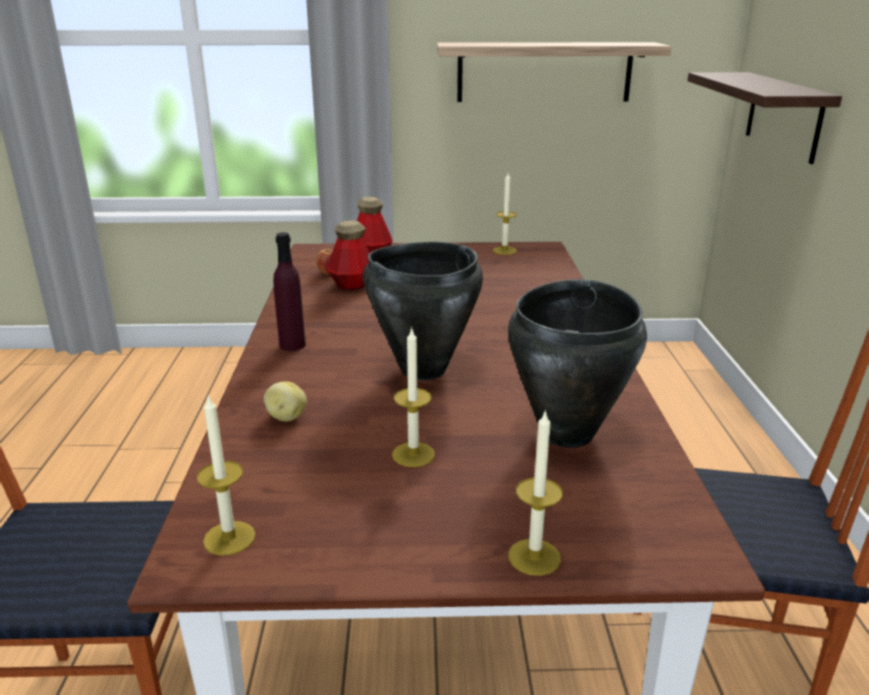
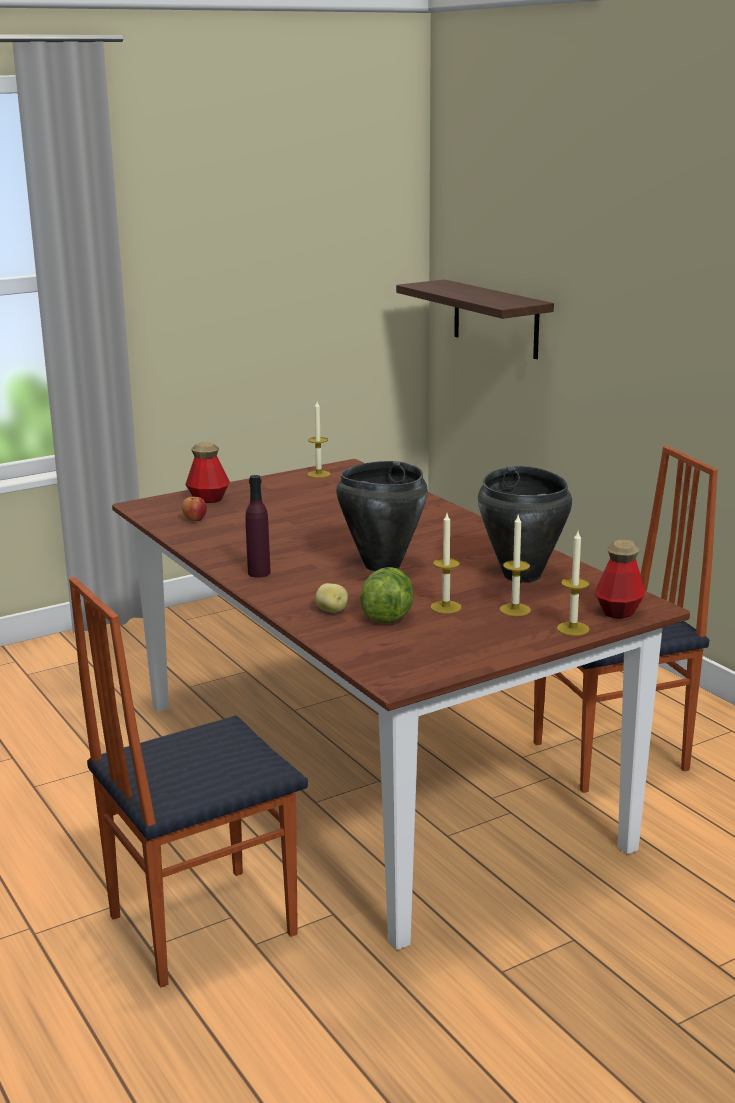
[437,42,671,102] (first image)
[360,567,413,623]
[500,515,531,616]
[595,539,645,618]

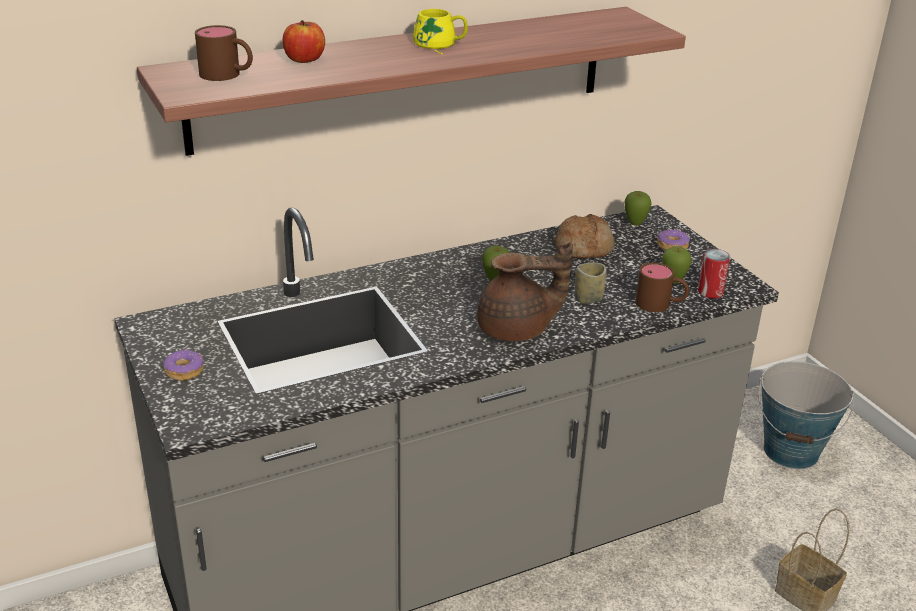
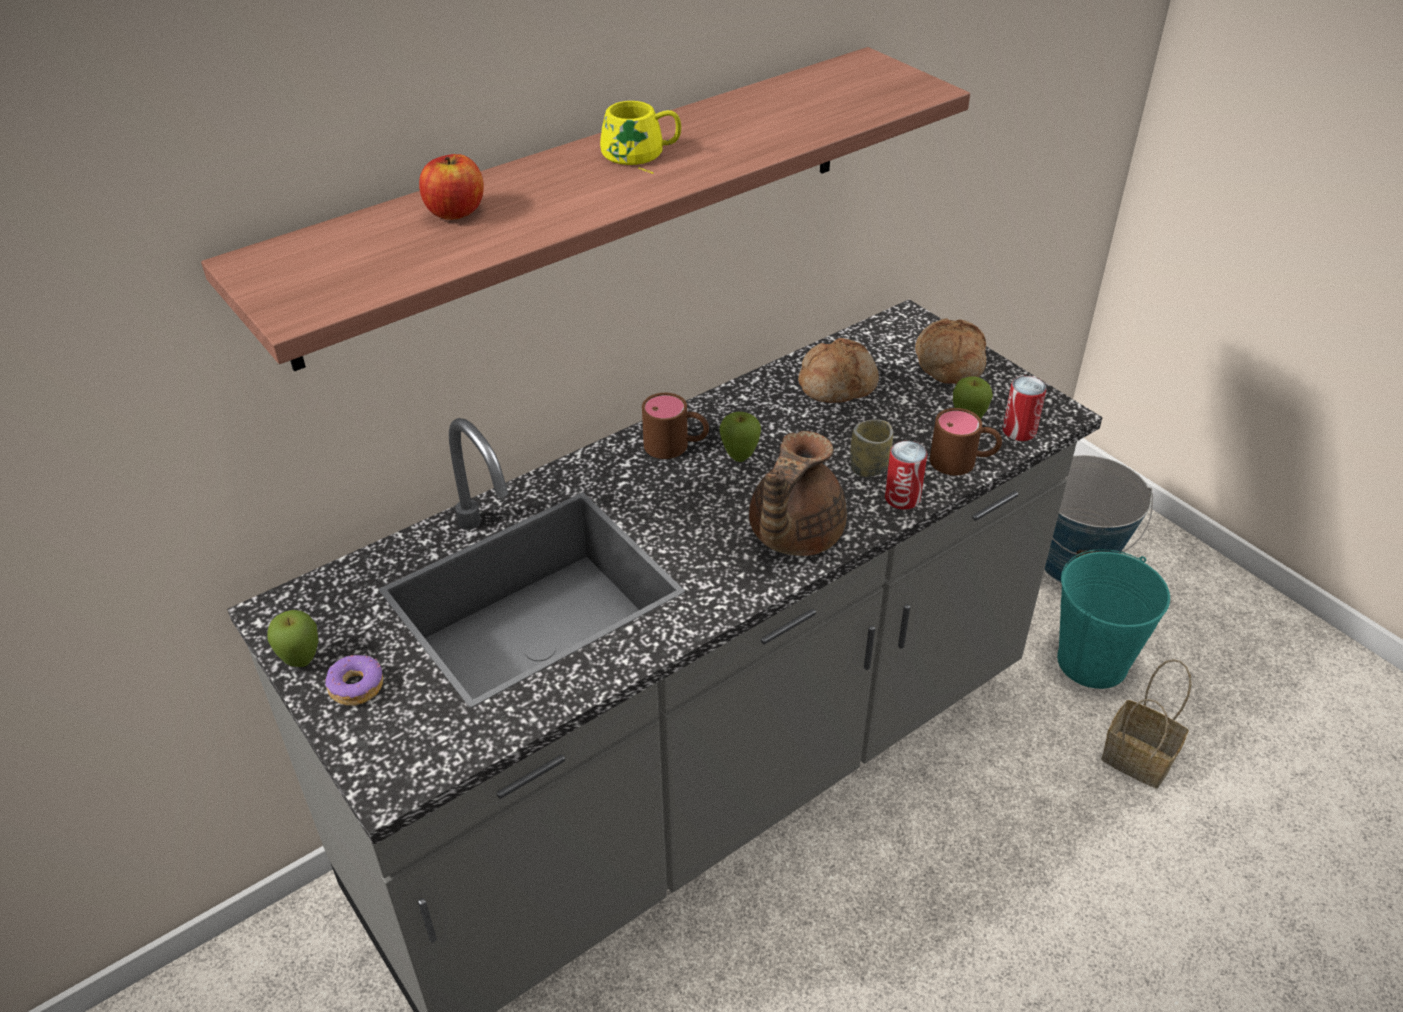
[885,441,927,510]
[1057,549,1170,689]
[642,393,709,459]
[267,610,318,667]
[915,318,986,384]
[749,431,847,556]

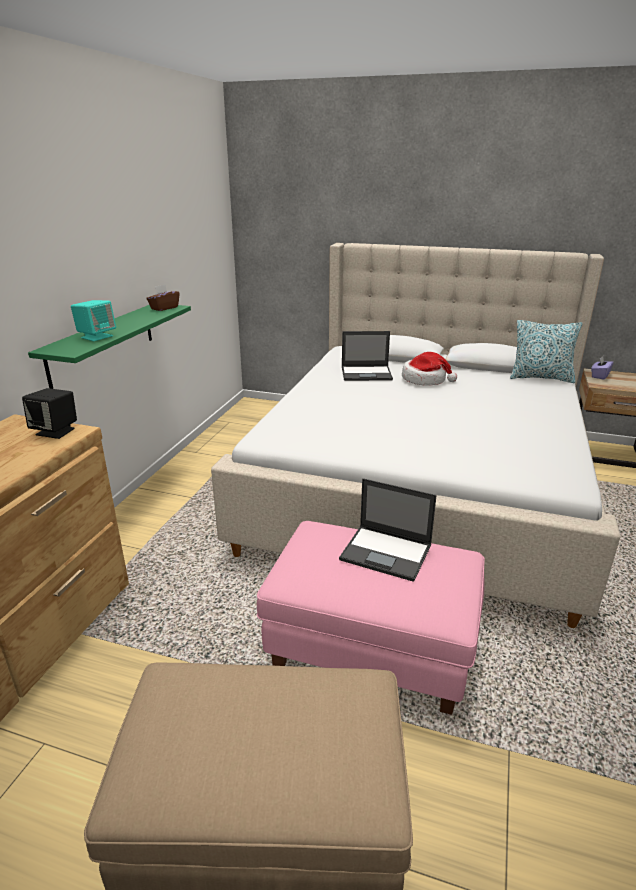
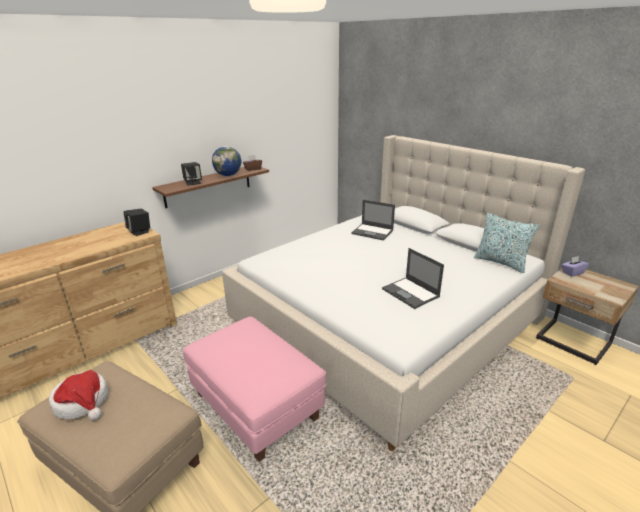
[212,146,241,176]
[382,248,444,309]
[49,370,108,421]
[152,167,269,208]
[181,162,202,186]

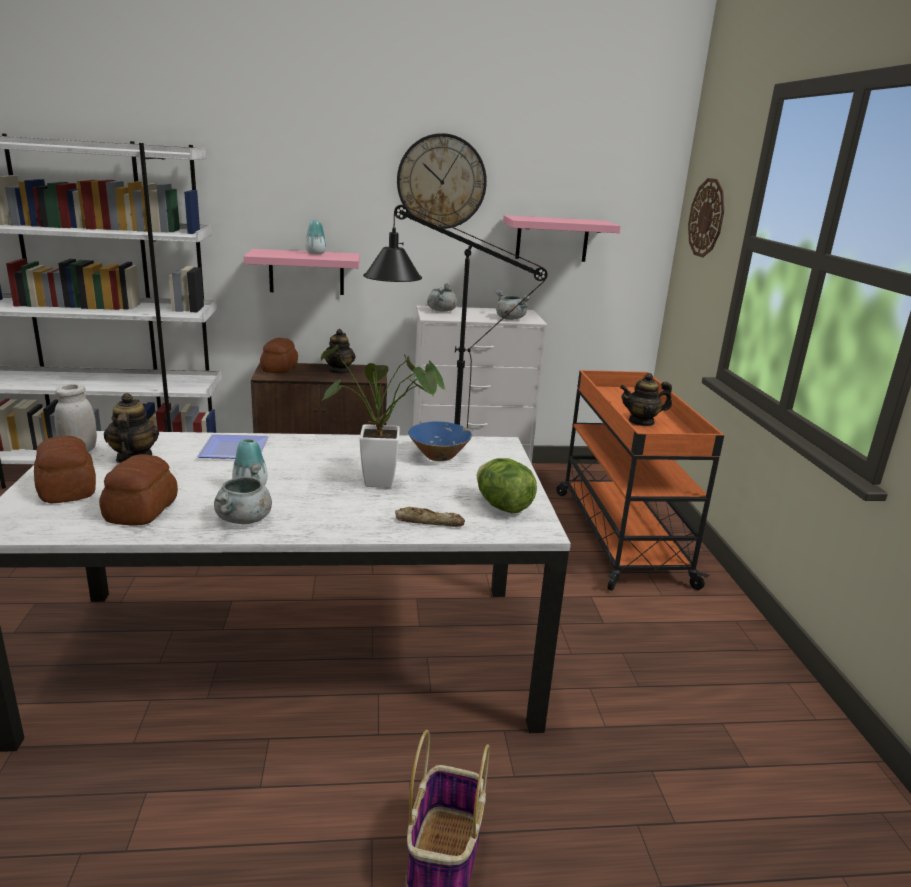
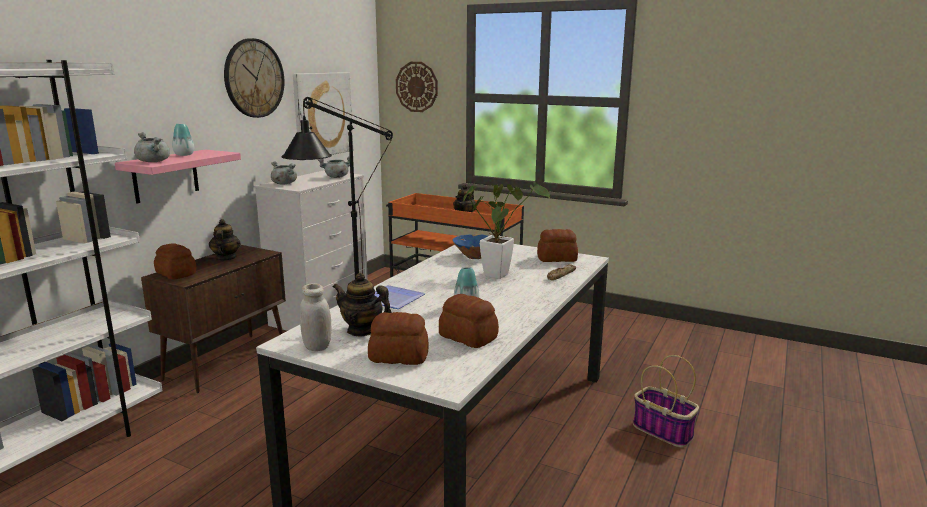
[134,132,170,162]
[537,229,578,262]
[293,72,353,161]
[209,219,241,261]

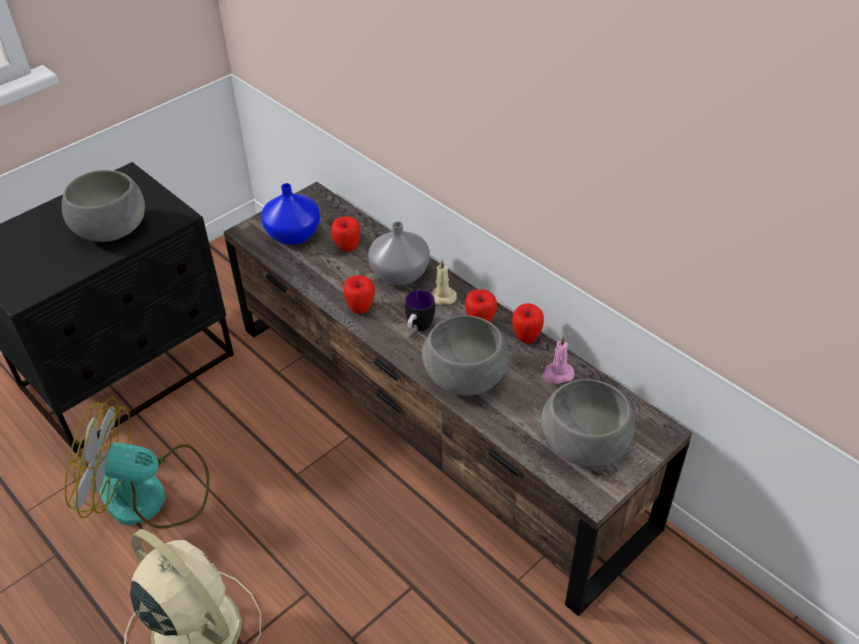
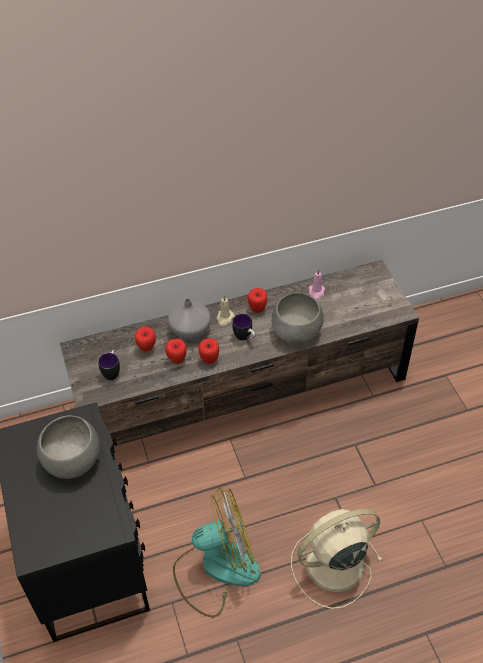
[541,379,635,467] (first image)
[165,339,187,364]
[98,350,120,380]
[173,487,261,618]

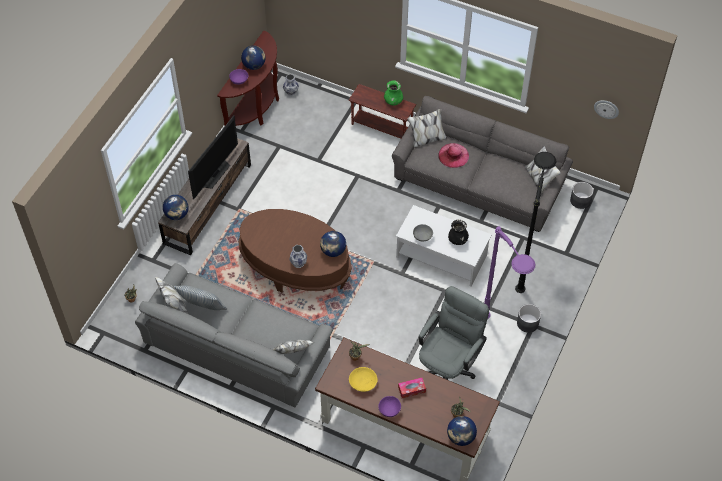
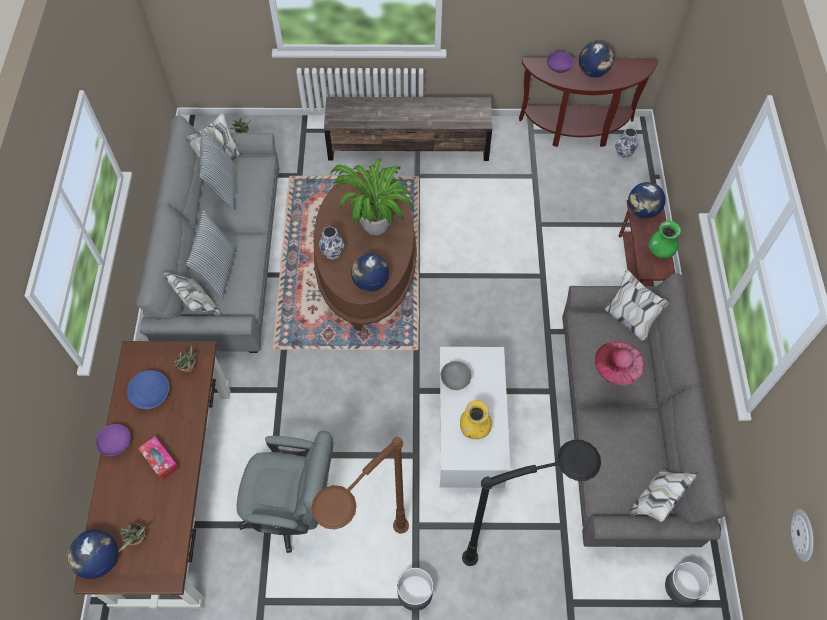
[188,115,238,199] (first image)
[186,210,237,299]
[330,159,414,235]
[628,182,666,218]
[127,370,170,409]
[460,400,492,439]
[311,437,409,534]

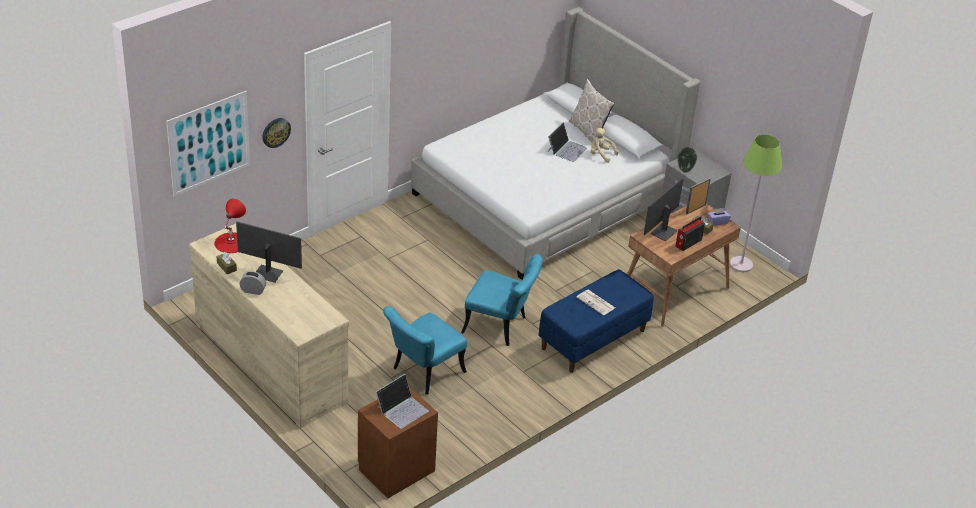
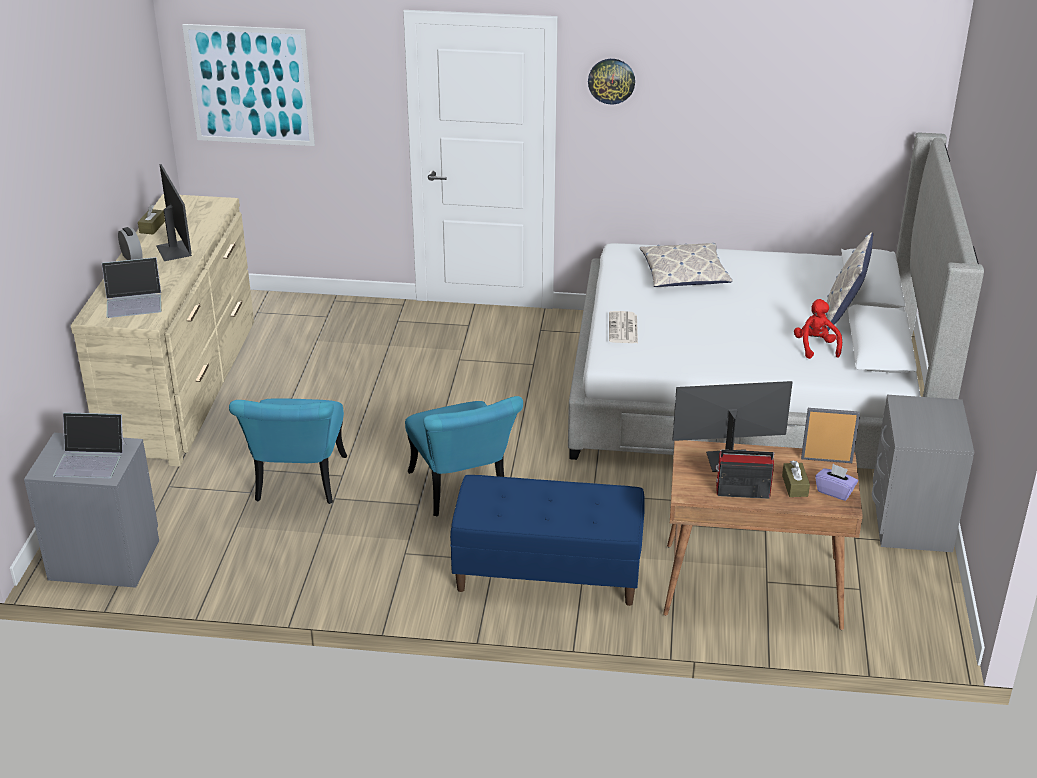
[214,199,246,253] (first image)
[678,147,697,173] (first image)
[730,135,782,272] (first image)
[640,243,733,287]
[588,59,635,104]
[102,257,161,318]
[609,311,638,343]
[24,433,159,588]
[794,299,842,359]
[229,398,347,504]

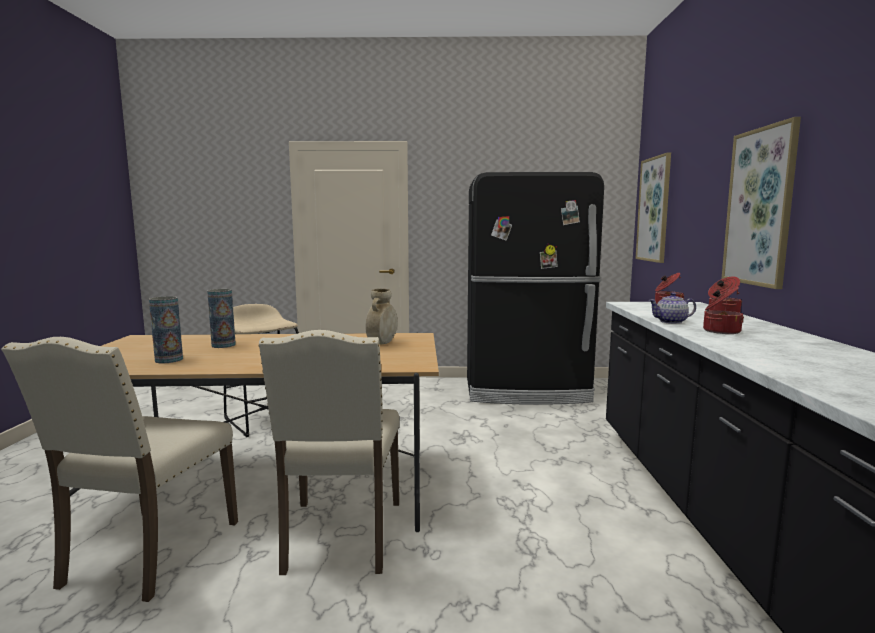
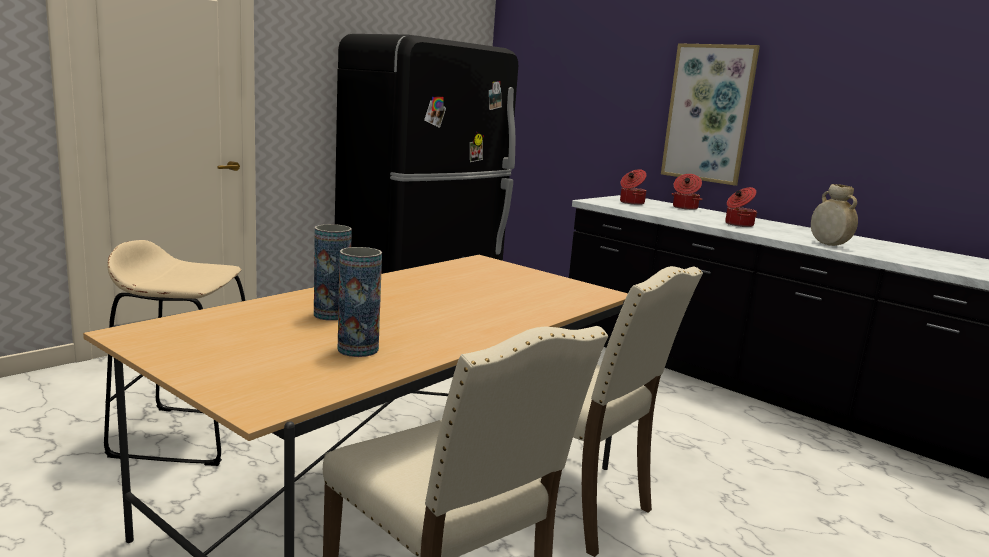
[636,152,671,263] (first image)
[648,293,696,324] (first image)
[811,184,858,246]

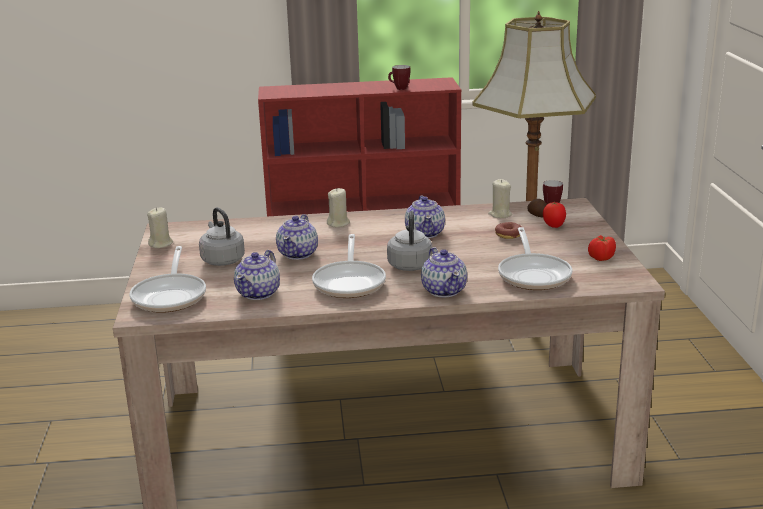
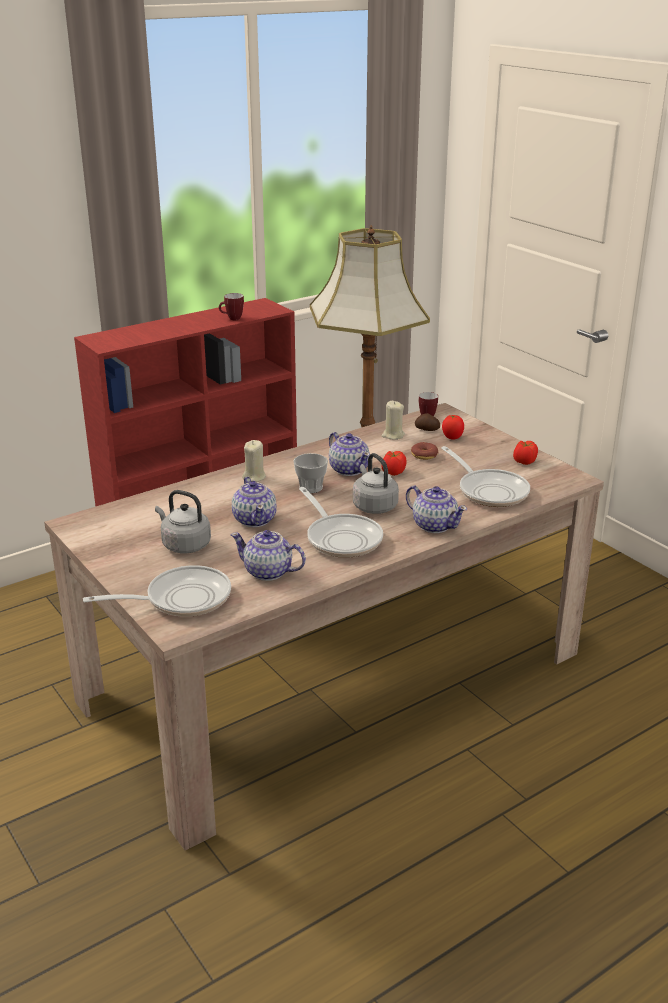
[147,207,173,248] (first image)
[293,453,328,493]
[382,451,407,476]
[83,565,231,617]
[230,530,306,581]

